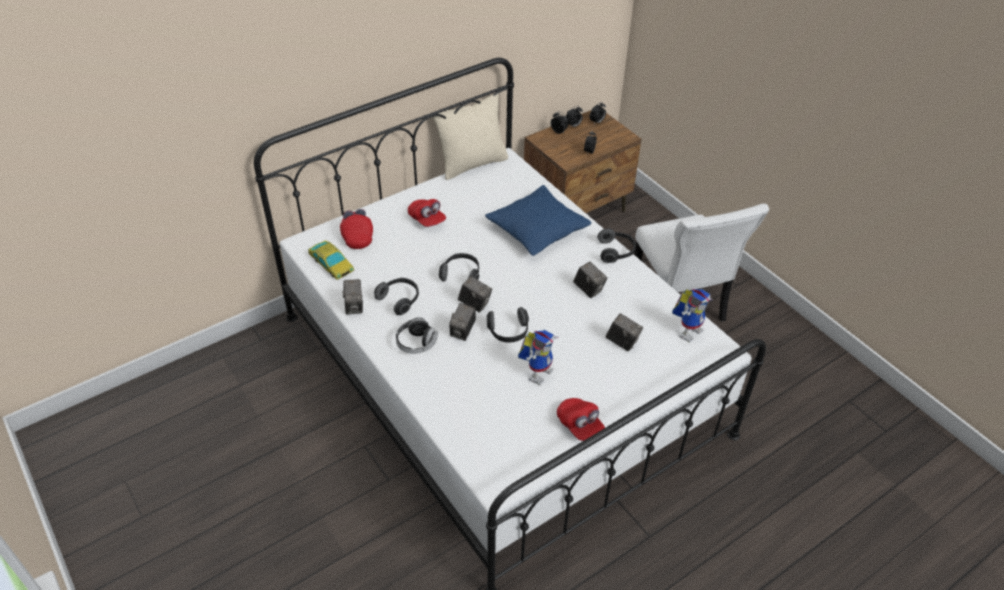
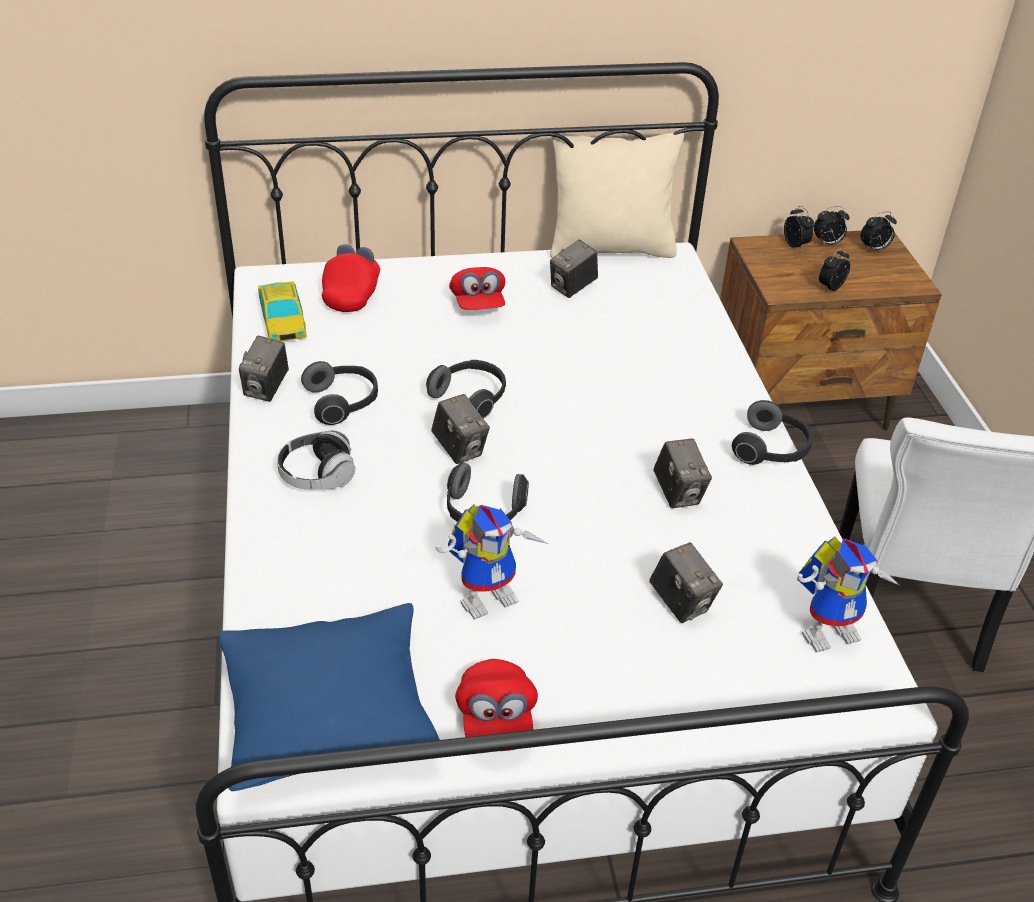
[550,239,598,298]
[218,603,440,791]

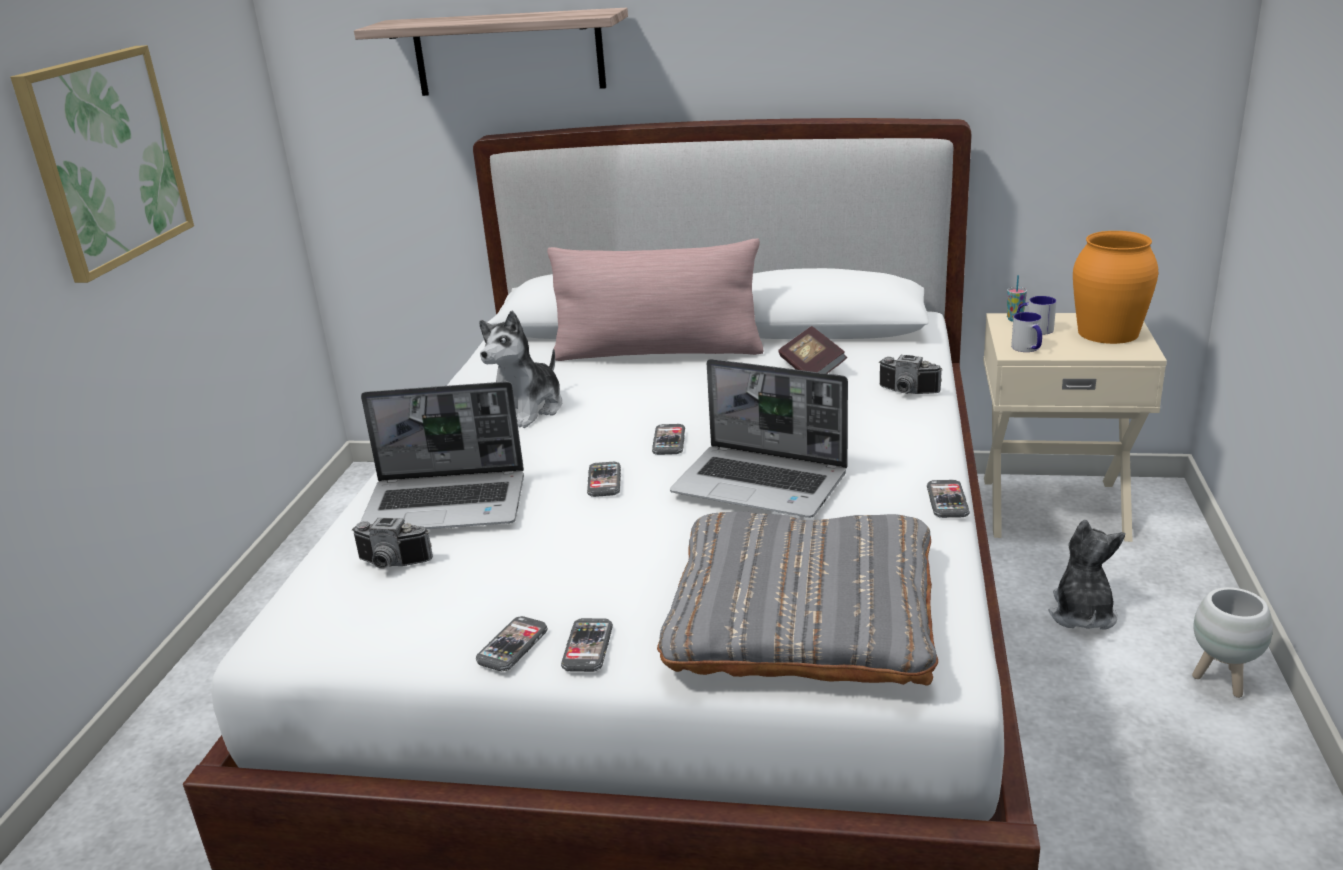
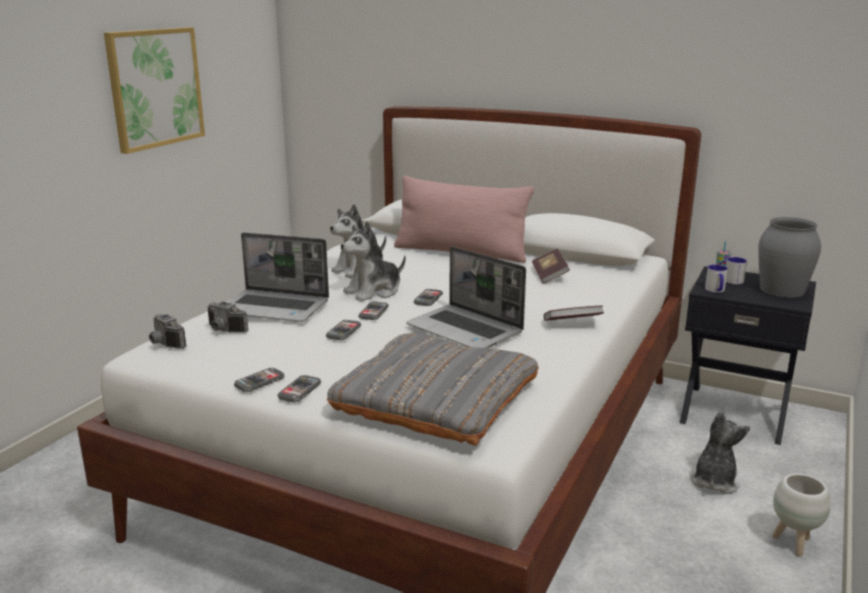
[354,8,628,96] (first image)
[341,221,406,301]
[544,306,604,321]
[149,314,187,349]
[326,320,361,340]
[680,266,816,445]
[758,217,821,298]

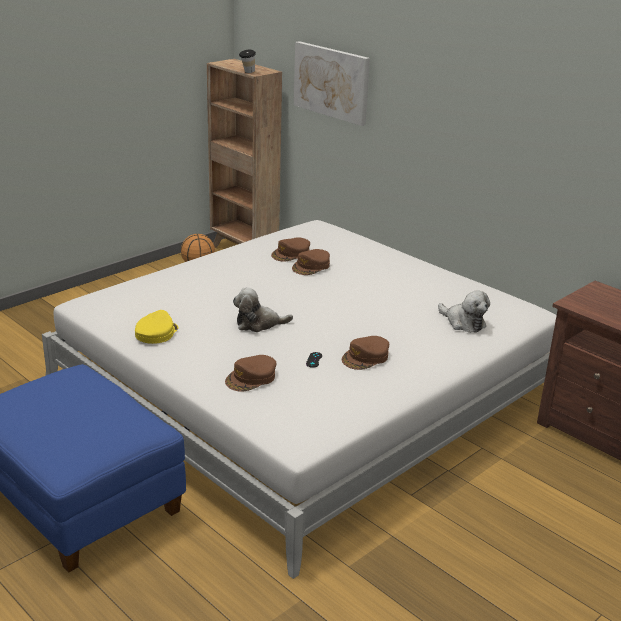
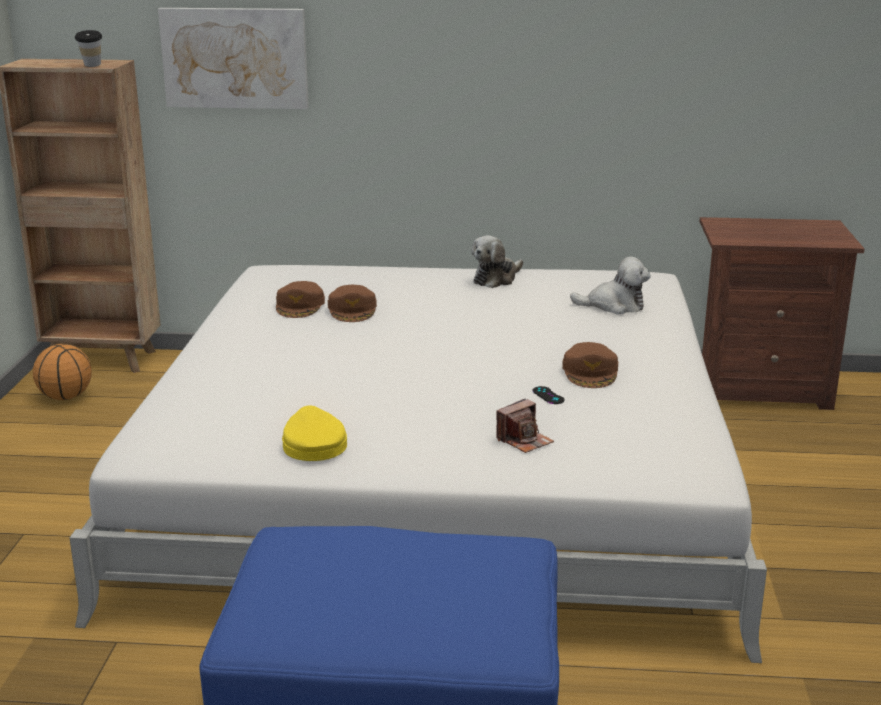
[471,236,523,288]
[496,399,554,453]

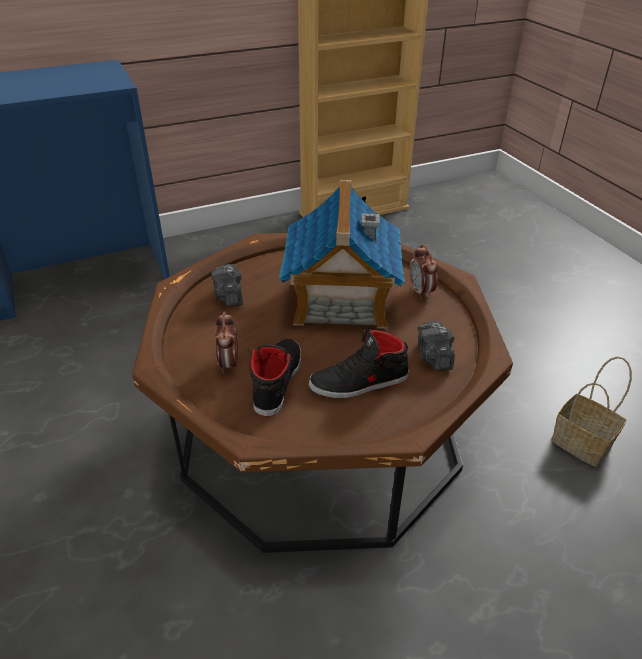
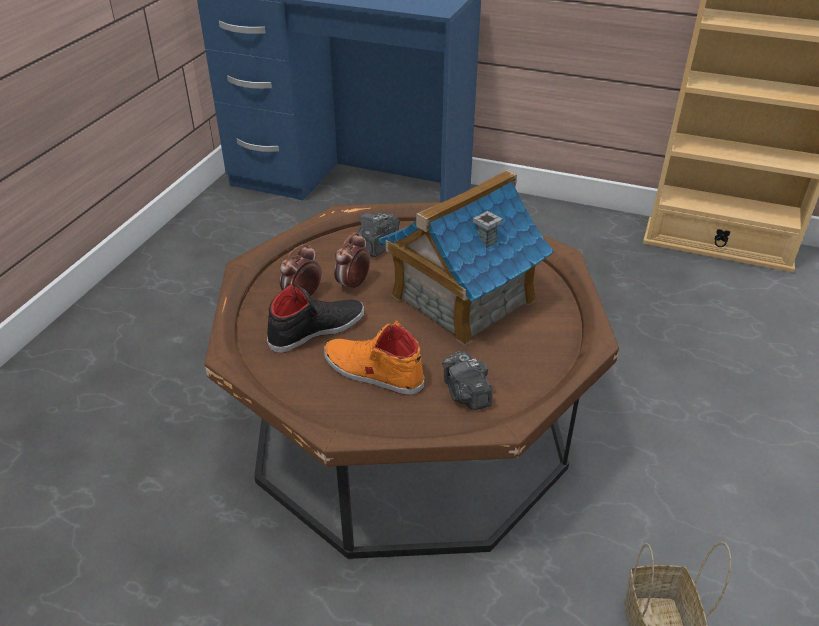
[334,232,370,292]
[324,321,424,396]
[442,351,493,410]

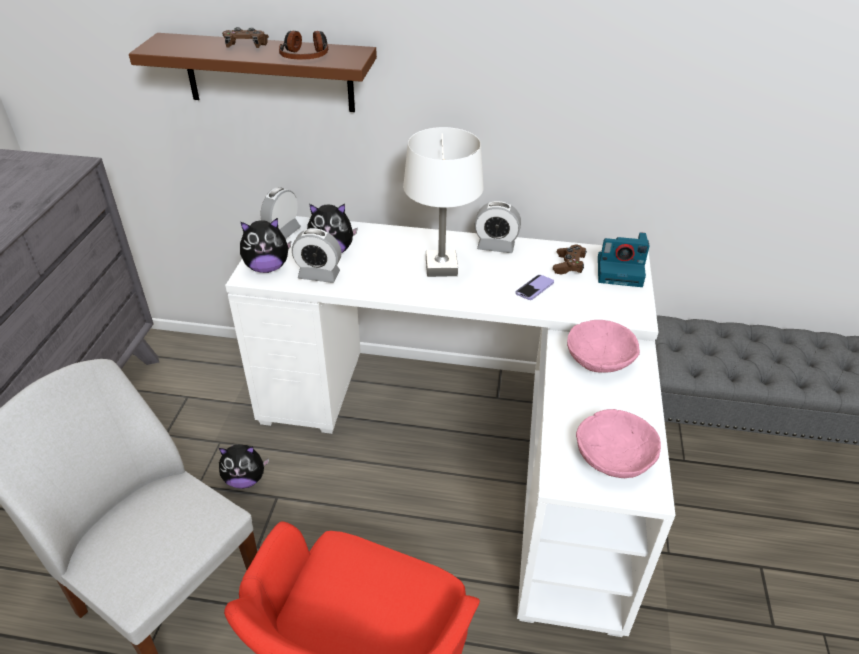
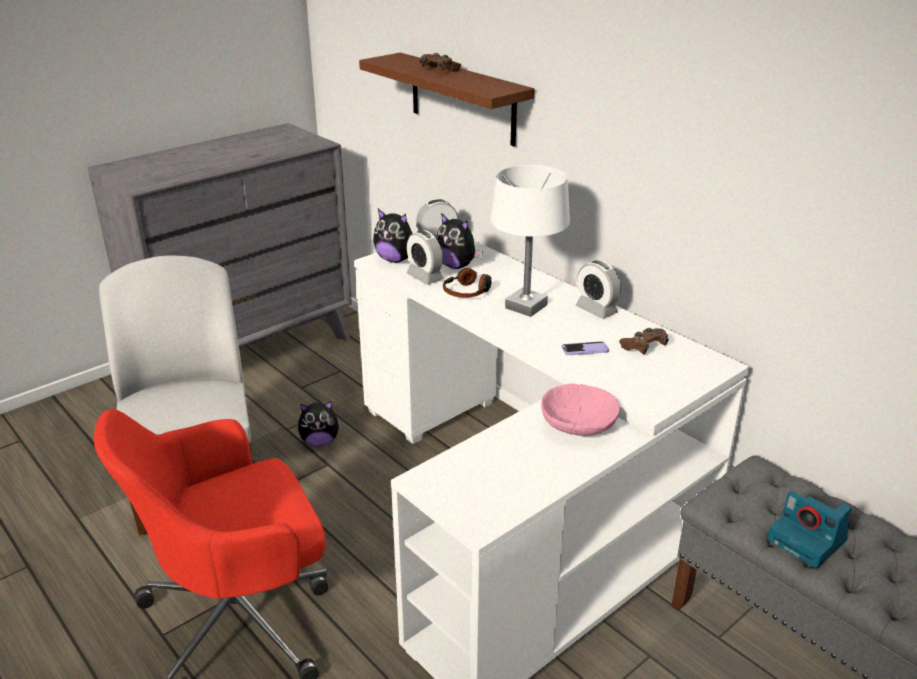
[576,409,661,478] (first image)
[443,268,492,298]
[767,491,852,568]
[298,401,342,446]

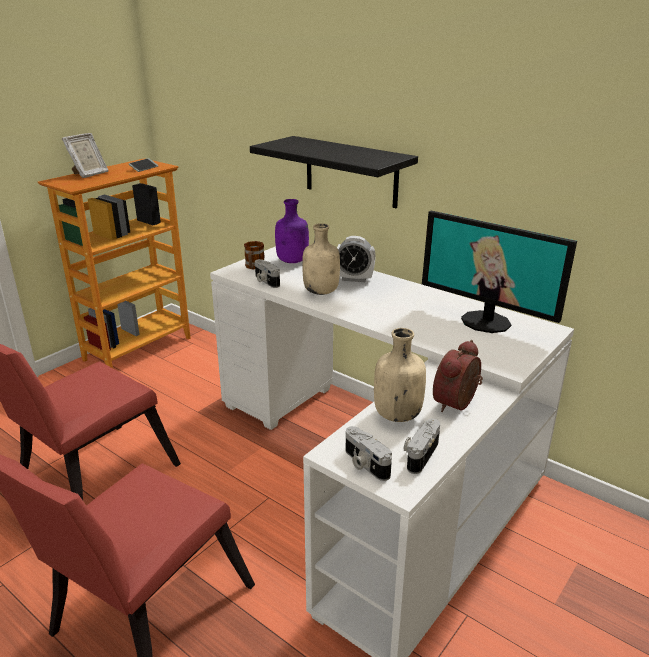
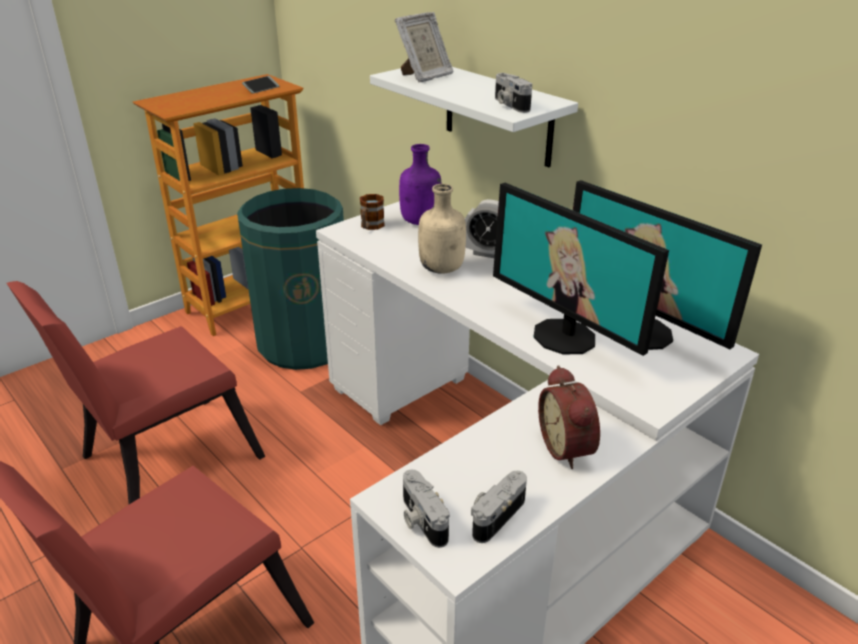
[374,328,426,422] (first image)
[237,188,344,370]
[493,183,669,356]
[395,12,454,82]
[495,73,532,113]
[370,67,578,167]
[538,365,600,469]

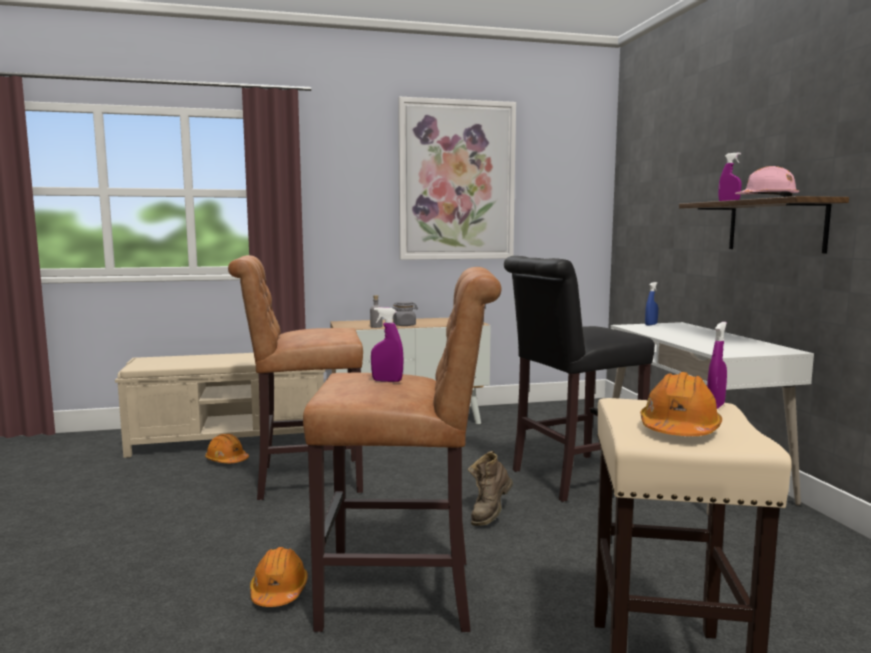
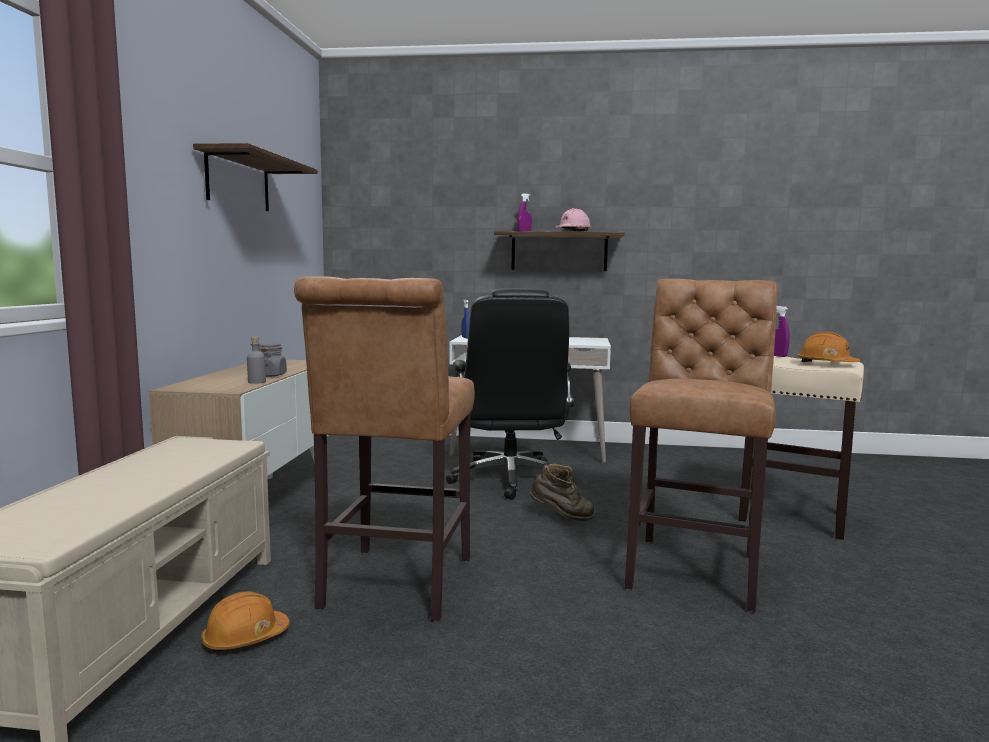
[250,547,308,607] (first image)
[371,307,403,382] (first image)
[193,143,318,211]
[446,288,574,500]
[530,464,595,521]

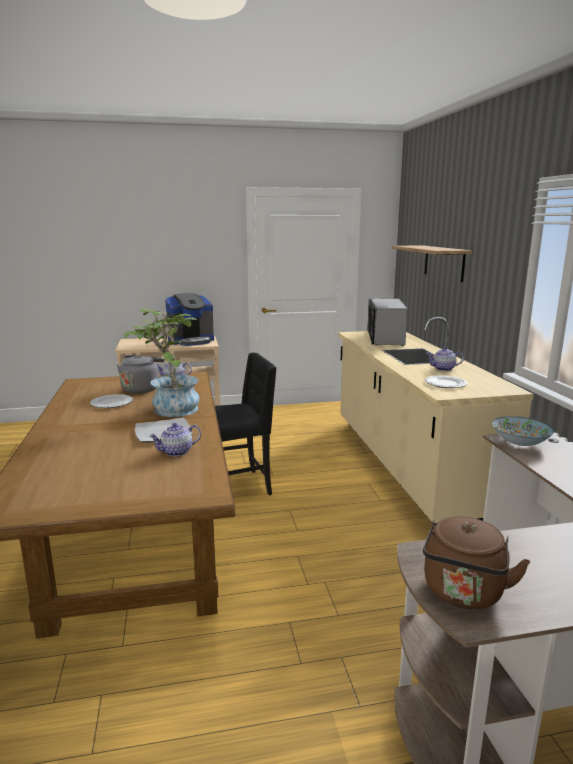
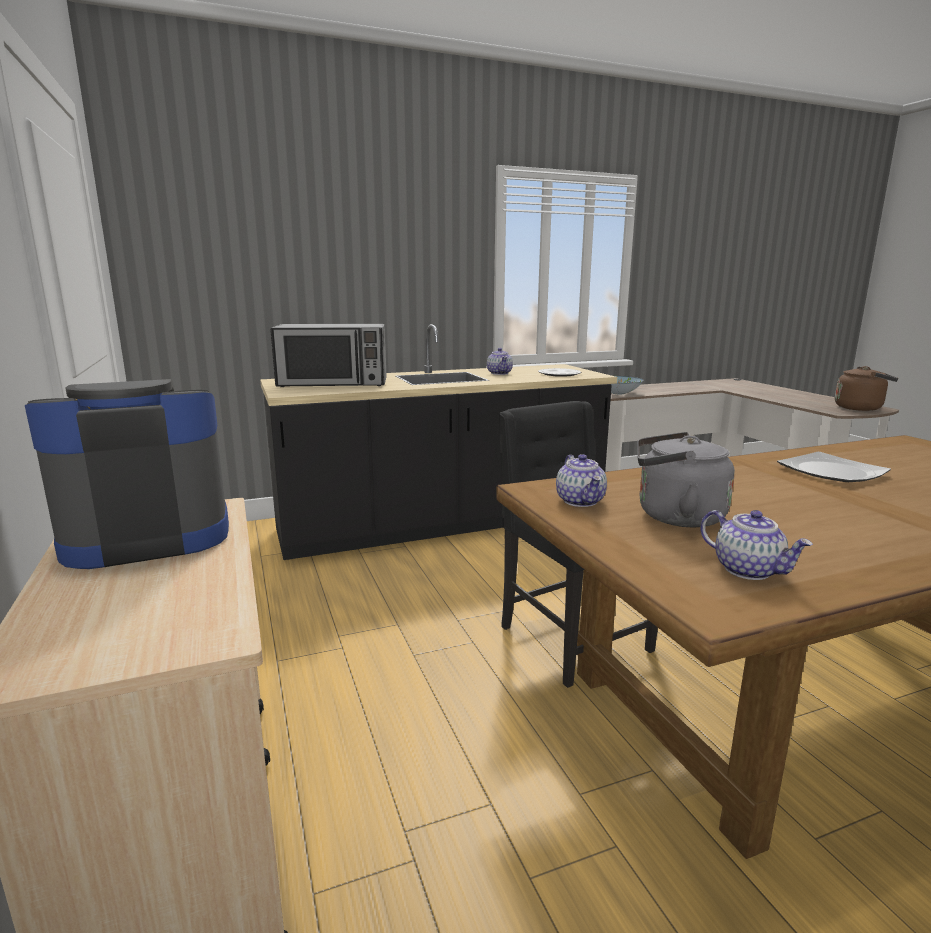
[90,394,133,408] (first image)
[124,308,199,417] (first image)
[392,245,472,282] (first image)
[700,510,813,580]
[260,324,617,560]
[25,379,229,569]

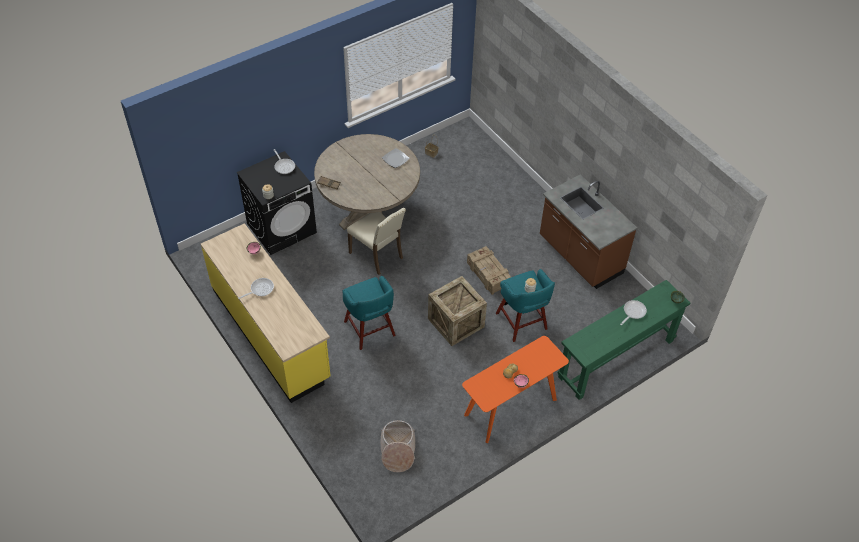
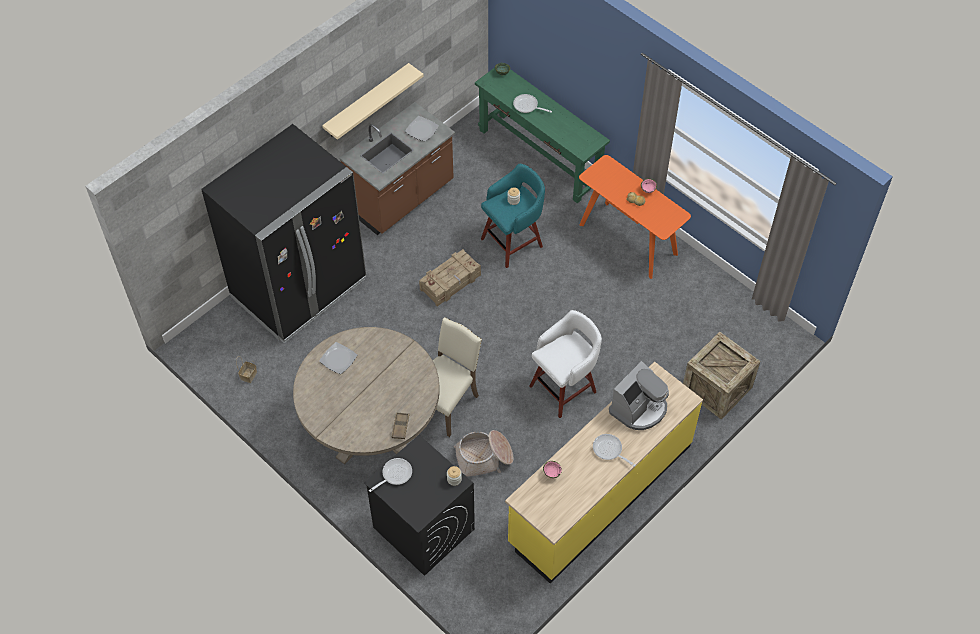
[201,124,366,344]
[322,63,424,140]
[405,116,439,141]
[609,361,669,430]
[454,430,513,477]
[683,331,760,419]
[529,310,602,418]

